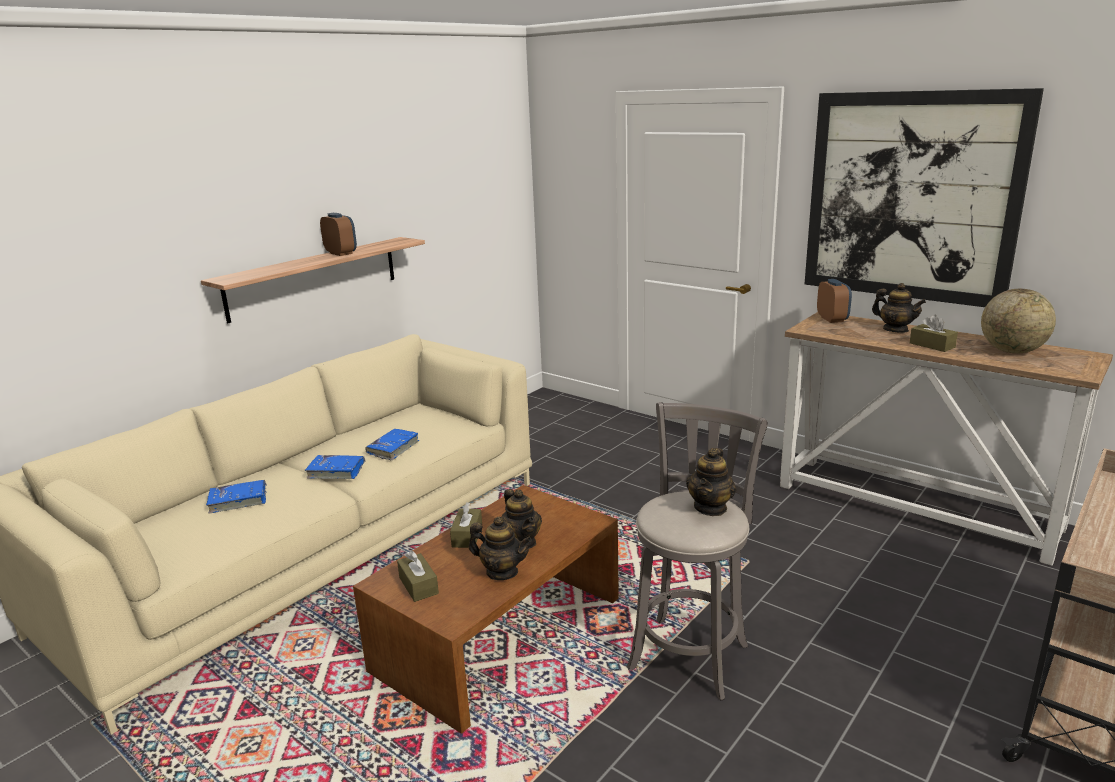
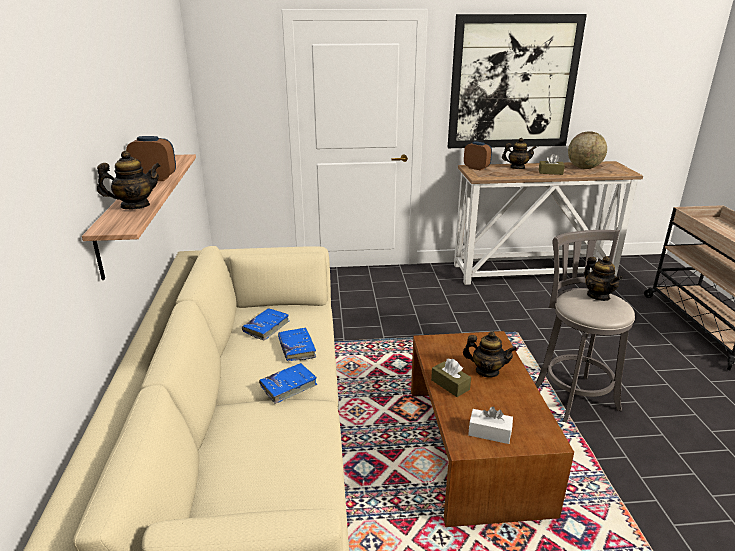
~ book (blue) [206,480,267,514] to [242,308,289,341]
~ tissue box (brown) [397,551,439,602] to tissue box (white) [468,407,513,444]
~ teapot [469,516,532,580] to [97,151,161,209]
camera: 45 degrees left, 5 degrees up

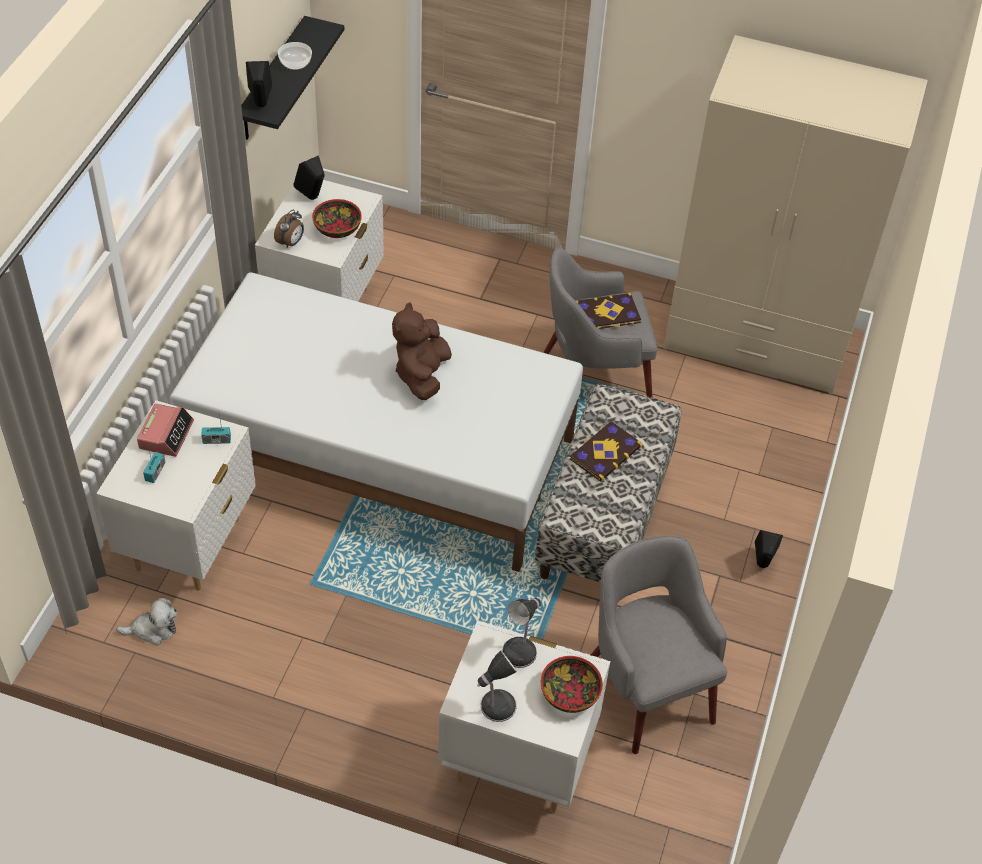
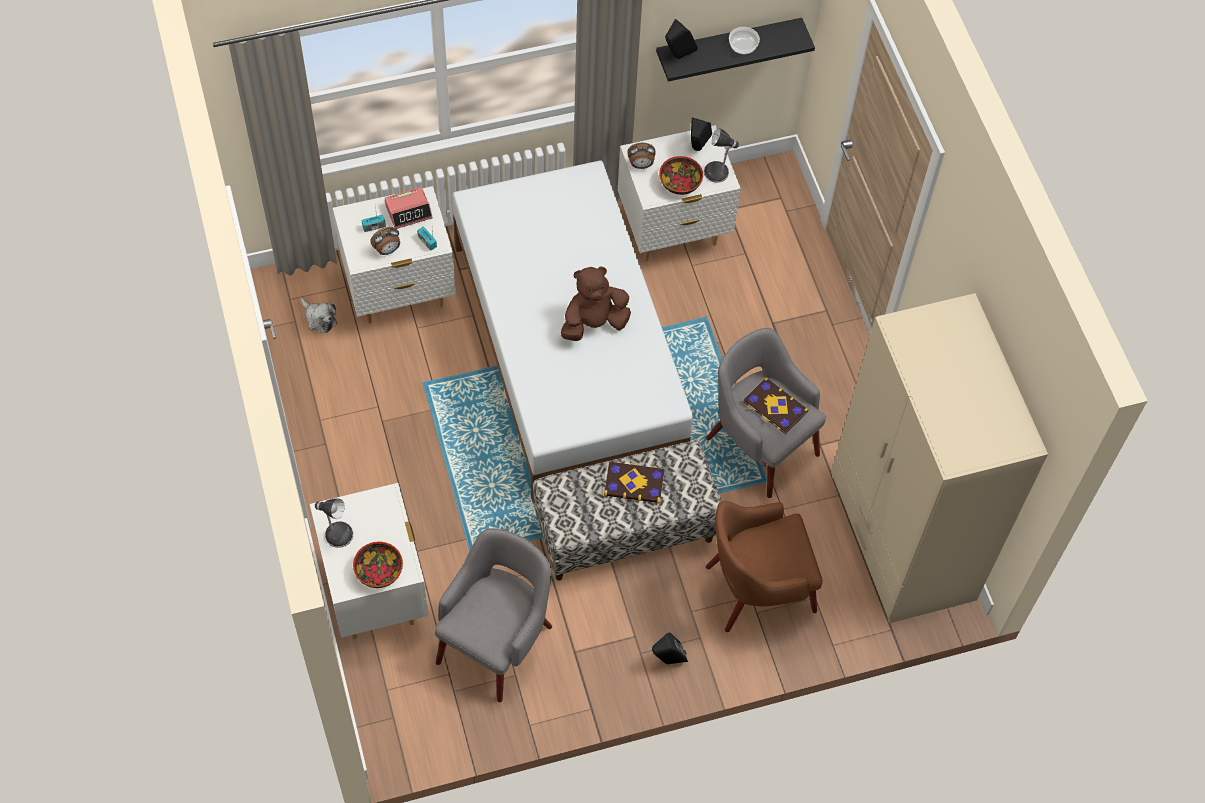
~ table lamp [502,598,541,668] to [704,128,740,183]
+ alarm clock [370,227,400,255]
+ armchair (brown) [706,501,823,632]
camera: 55 degrees right, 10 degrees up

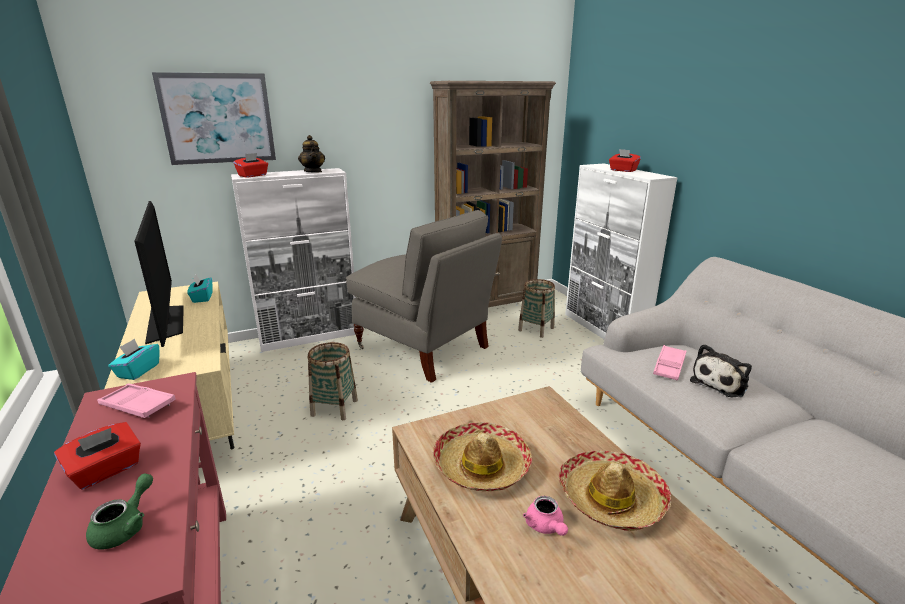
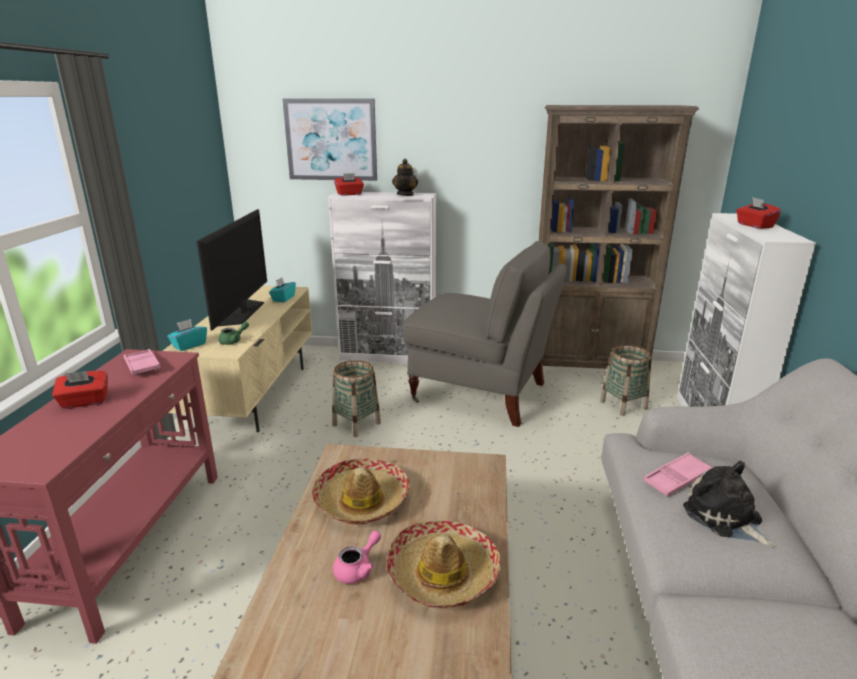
~ teapot (green) [86,474,153,550] to [218,322,249,345]
~ armchair (grey) [346,210,502,383] = [403,241,567,427] 45 degrees counterclockwise
~ teapot (pink) [523,496,568,536] = [333,530,381,584] 150 degrees counterclockwise
~ plush toy [690,344,752,397] = [683,461,775,547] 75 degrees clockwise
camera: 30 degrees right, 0 degrees up

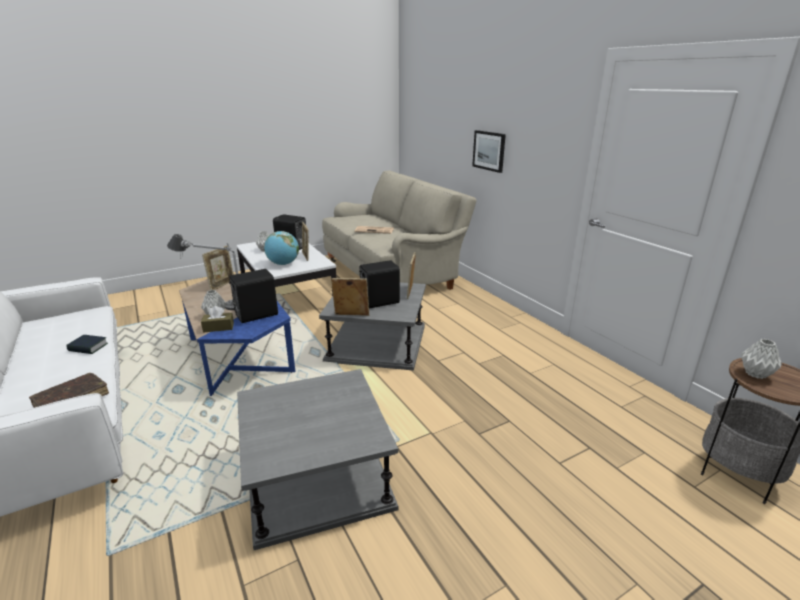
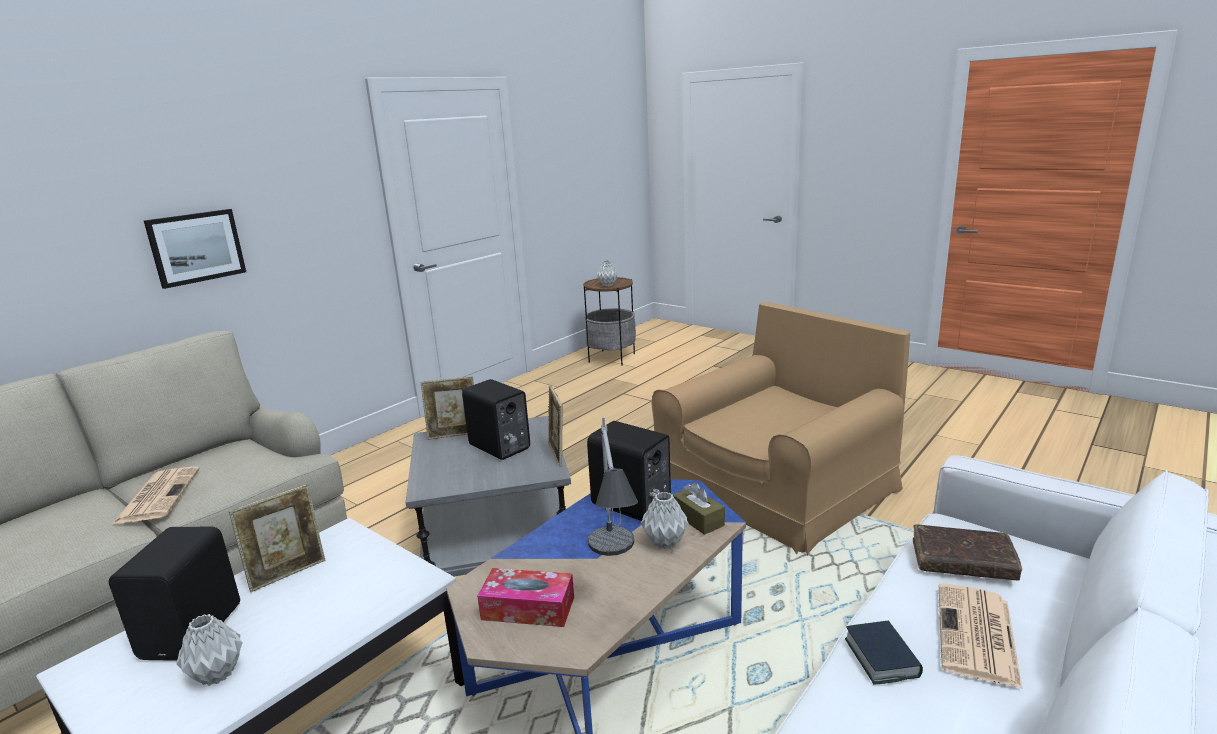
~ picture frame [202,246,234,290] to tissue box [477,568,574,627]
~ side table (grey) [237,369,398,550] to armchair (brown) [651,302,910,556]
- globe [264,231,299,265]
+ newspaper [939,584,1022,688]
camera: 110 degrees left, 5 degrees down

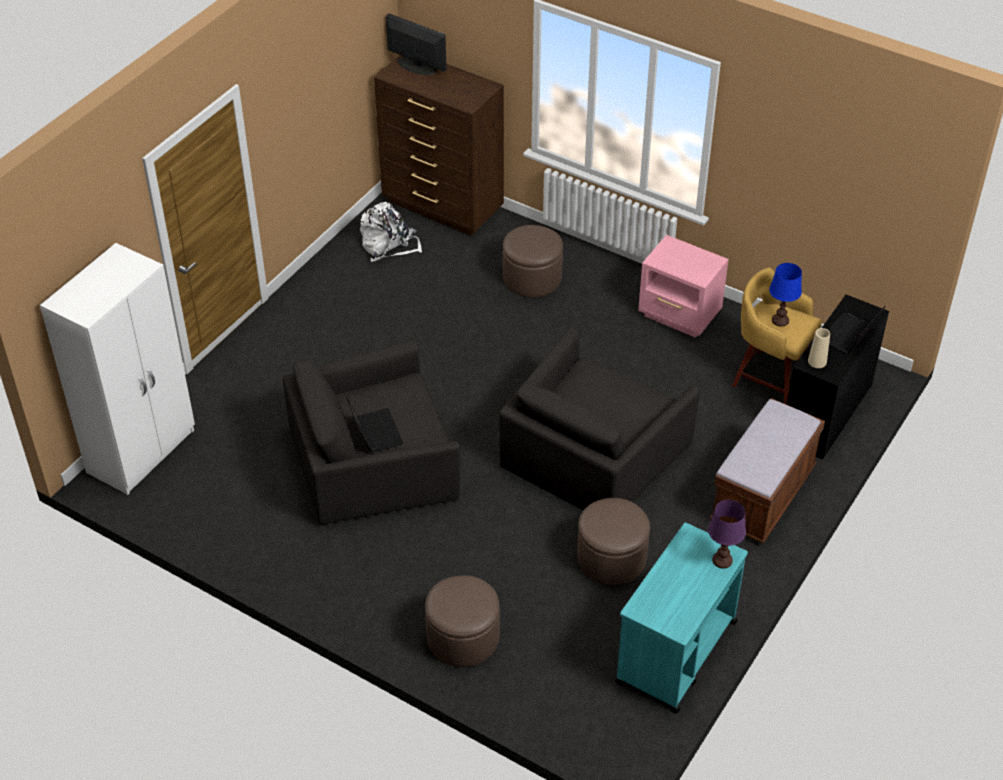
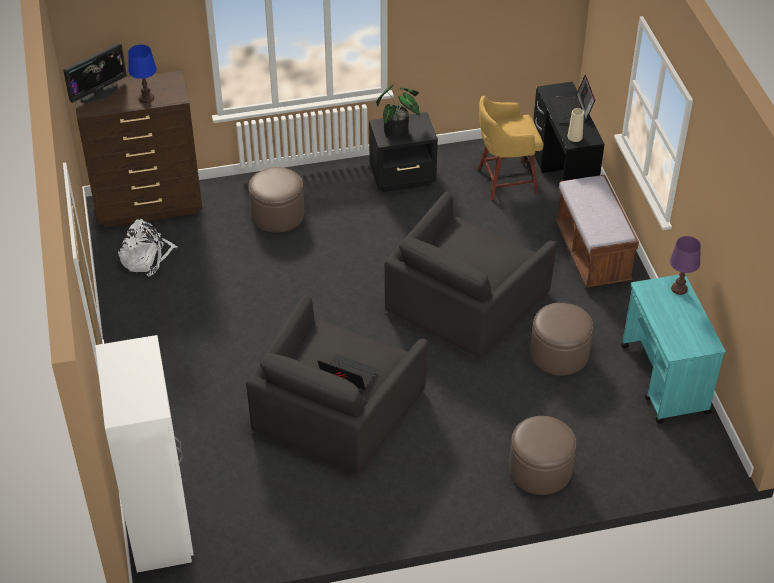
~ monitor [386,13,446,75] = [63,43,127,104] 150 degrees clockwise
~ armchair (black) [499,328,700,510] = [384,192,557,358] 45 degrees clockwise
~ nightstand (pink) [638,235,729,338] to nightstand (black) [369,112,438,192]
~ table lamp (blue) [769,263,802,327] to [128,45,157,103]
+ potted plant [376,84,420,139]
camera: 45 degrees left, 0 degrees up

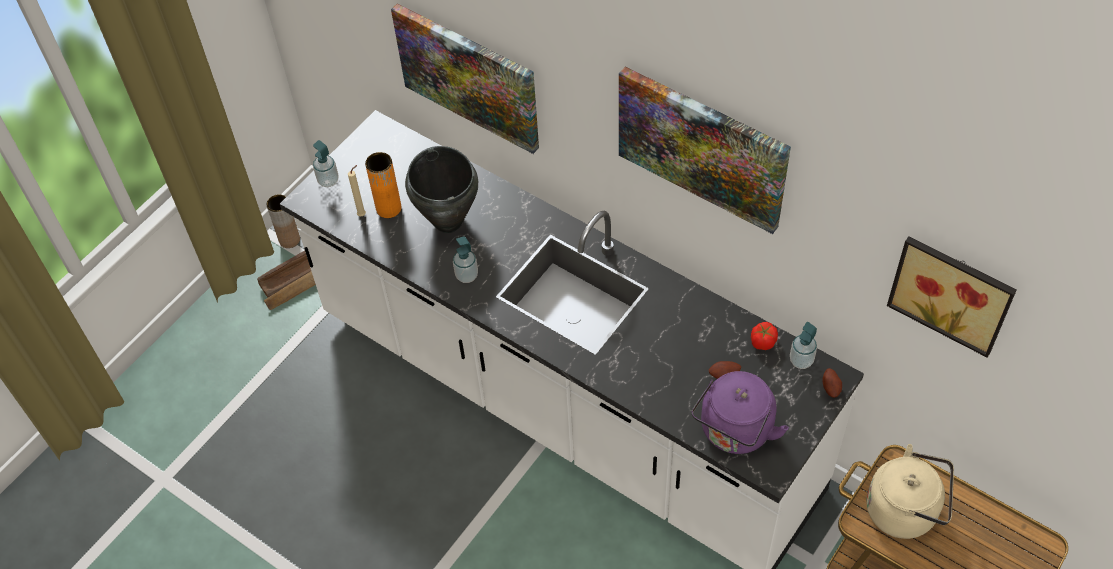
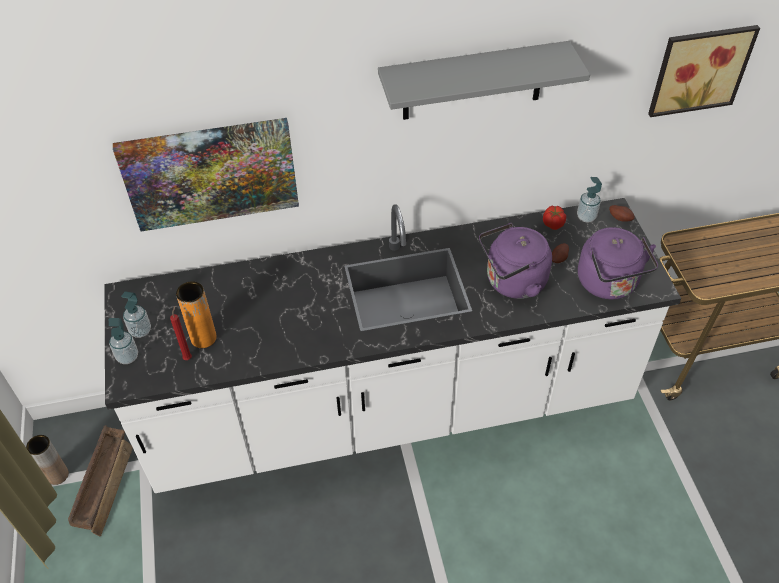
~ candle (beige) [348,165,366,216] to candle (red) [170,306,192,360]
- cooking pot (black) [405,146,478,233]
~ soap dispenser [453,237,478,283] to [121,292,151,338]
~ picture [619,67,791,234] to shelf (grey) [378,41,590,120]
- kettle (beige) [866,444,954,539]
+ kettle (purple) [479,223,552,299]
camera: 50 degrees left, 5 degrees down

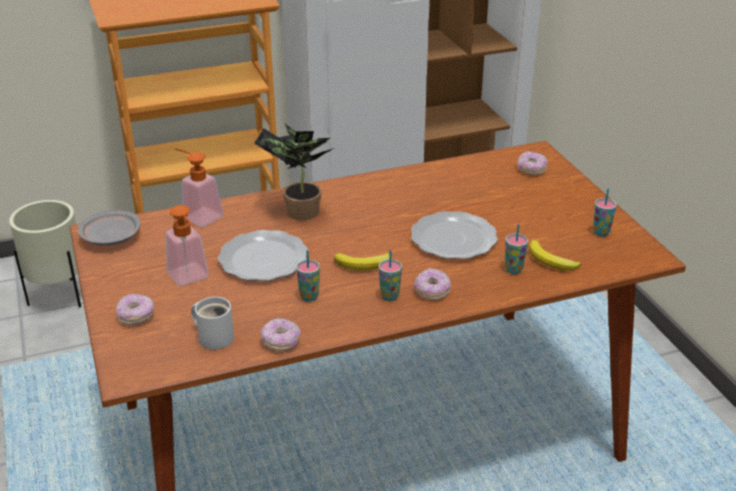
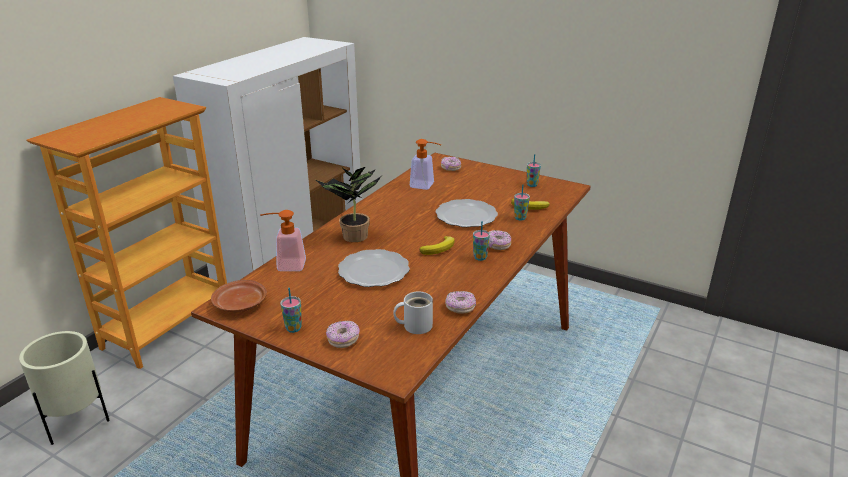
~ plate (grey) [78,210,141,246] to plate (brown) [211,280,267,312]
~ soap dispenser [166,205,208,286] to [410,139,441,190]
~ cup [296,250,320,301] to [280,288,302,333]
camera: 40 degrees left, 5 degrees down

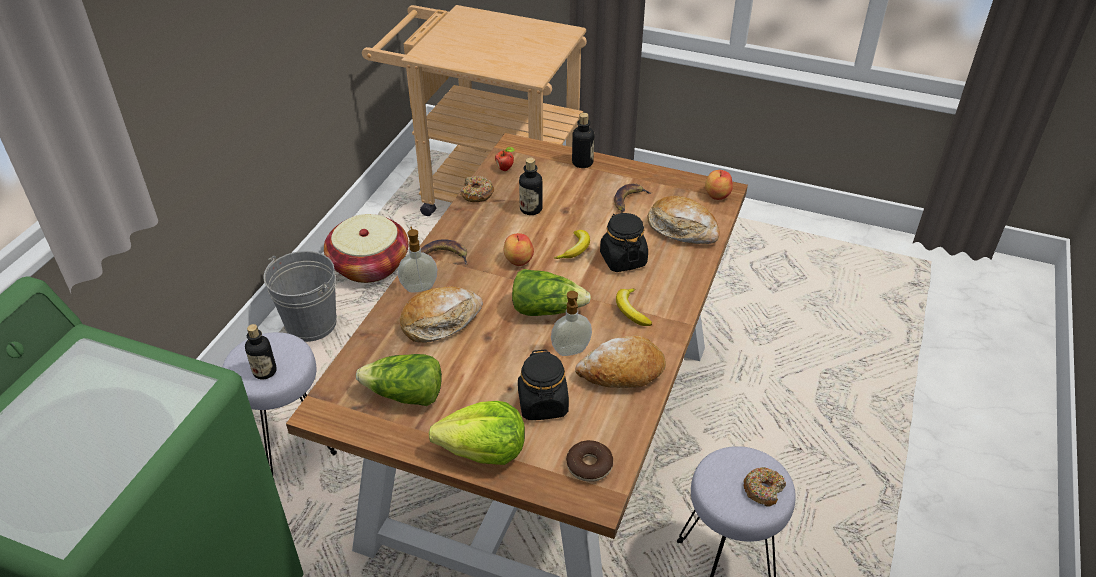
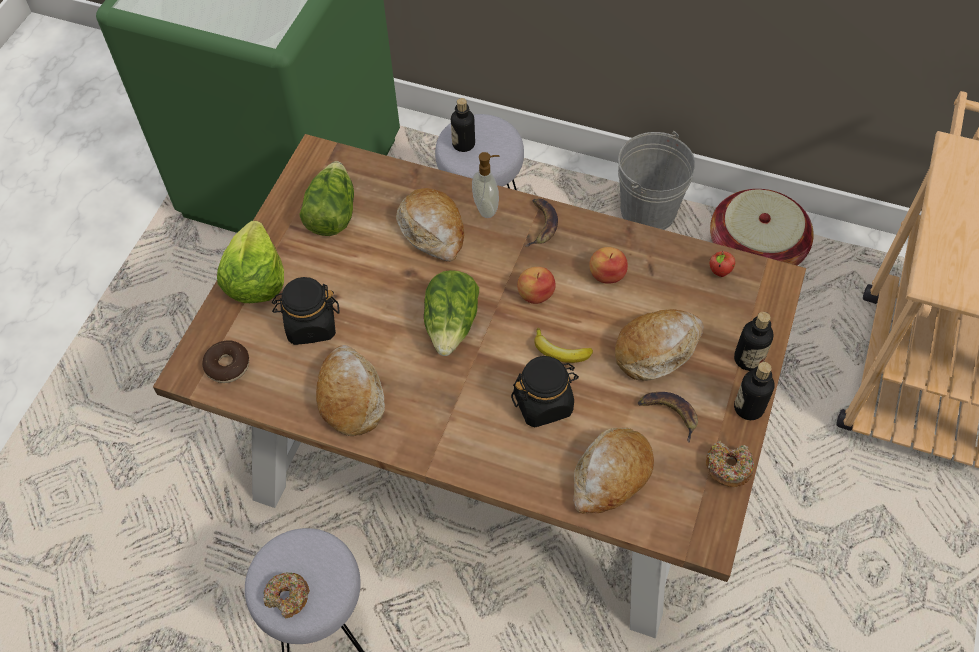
~ donut [460,176,495,202] to [706,440,754,488]
~ bottle [519,158,543,215] to [734,362,775,420]
- soap dispenser [551,291,592,356]
- banana [616,288,652,326]
~ apple [705,170,733,200] to [589,247,628,284]
+ bread [615,309,704,381]
camera: 90 degrees right, 15 degrees up

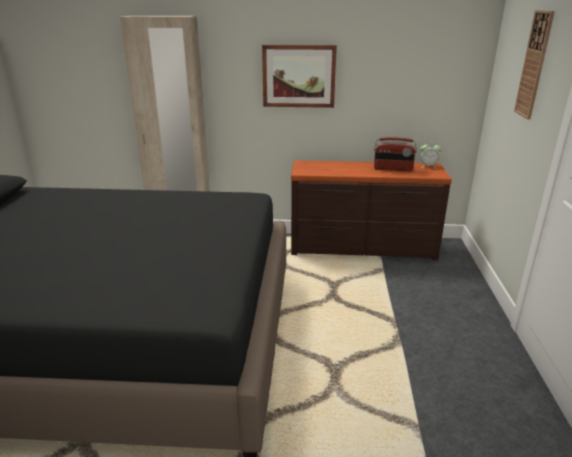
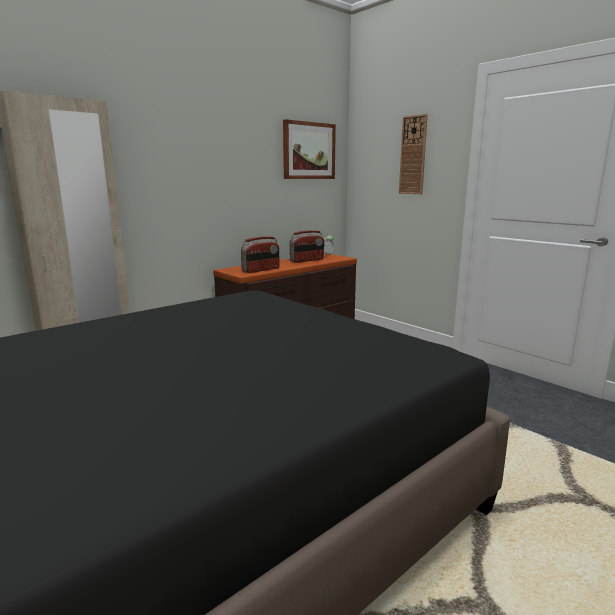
~ picture [262,45,337,108] to [283,119,336,179]
+ radio [241,236,280,273]
camera: 45 degrees left, 10 degrees down

